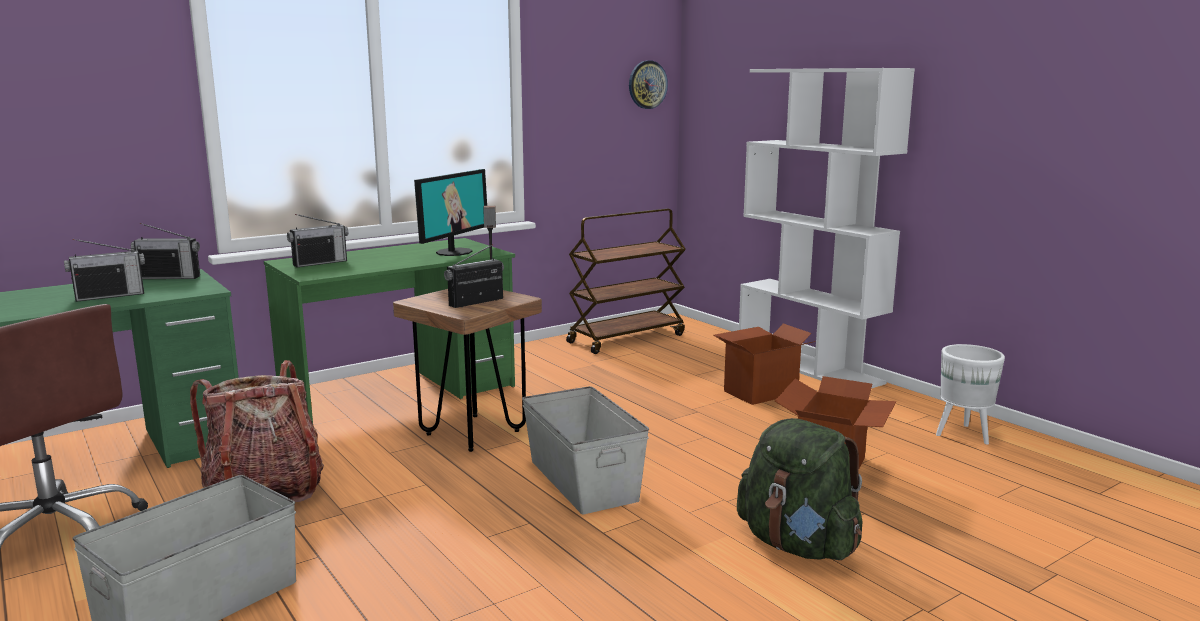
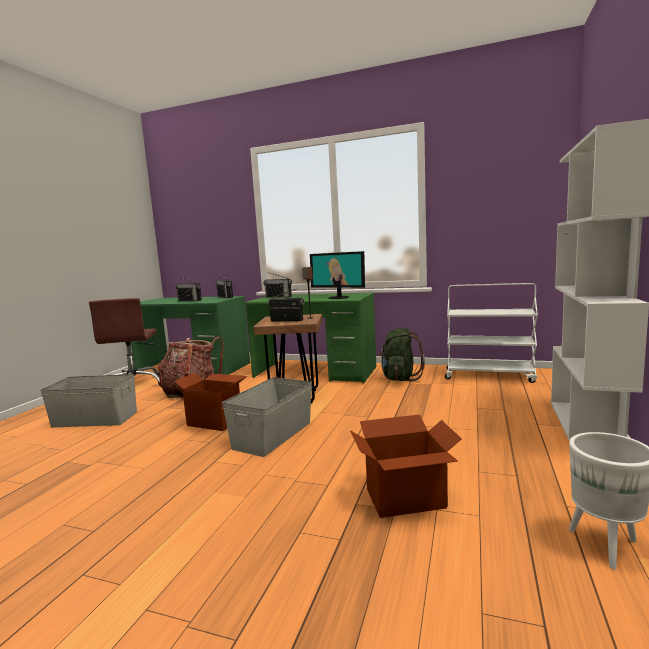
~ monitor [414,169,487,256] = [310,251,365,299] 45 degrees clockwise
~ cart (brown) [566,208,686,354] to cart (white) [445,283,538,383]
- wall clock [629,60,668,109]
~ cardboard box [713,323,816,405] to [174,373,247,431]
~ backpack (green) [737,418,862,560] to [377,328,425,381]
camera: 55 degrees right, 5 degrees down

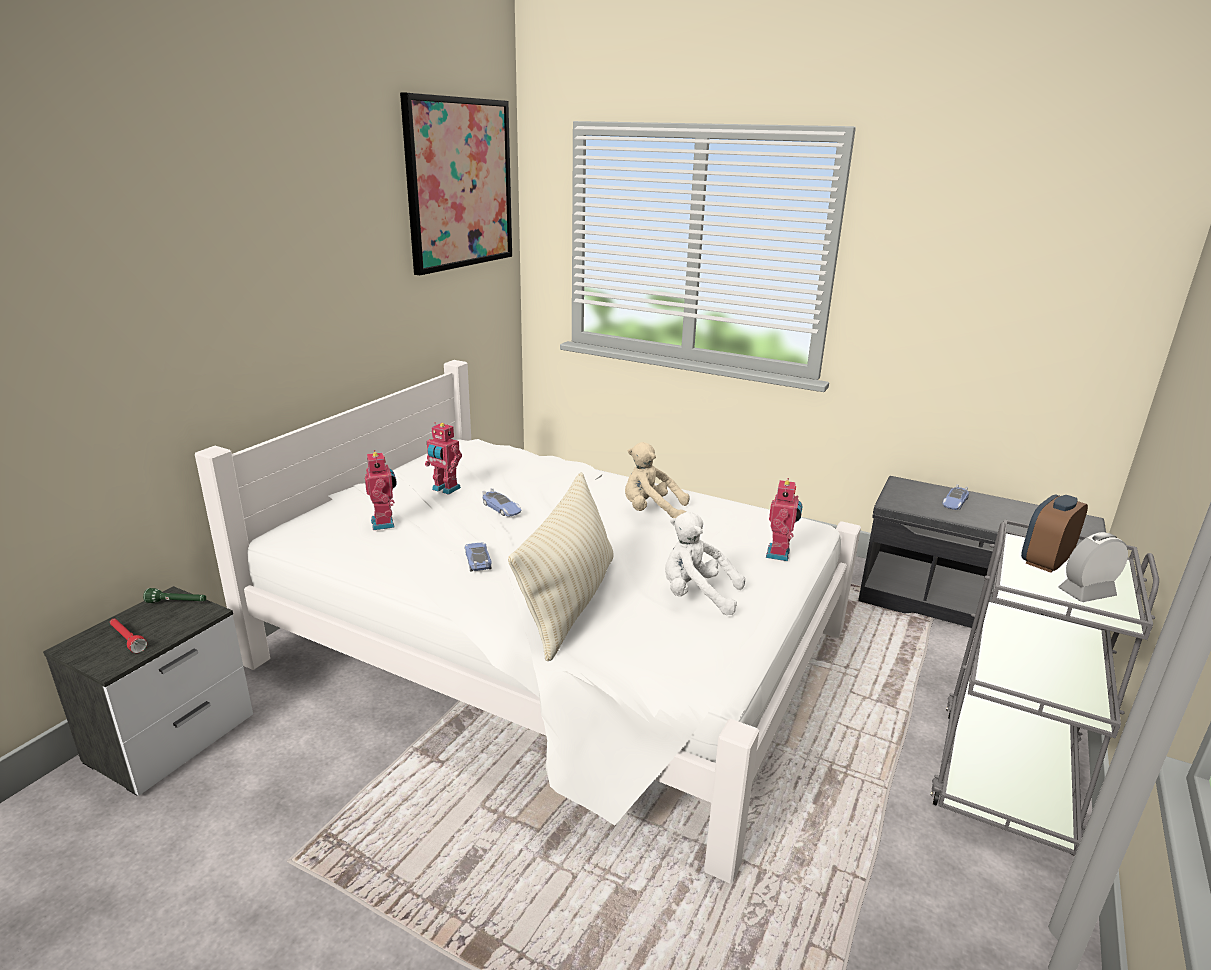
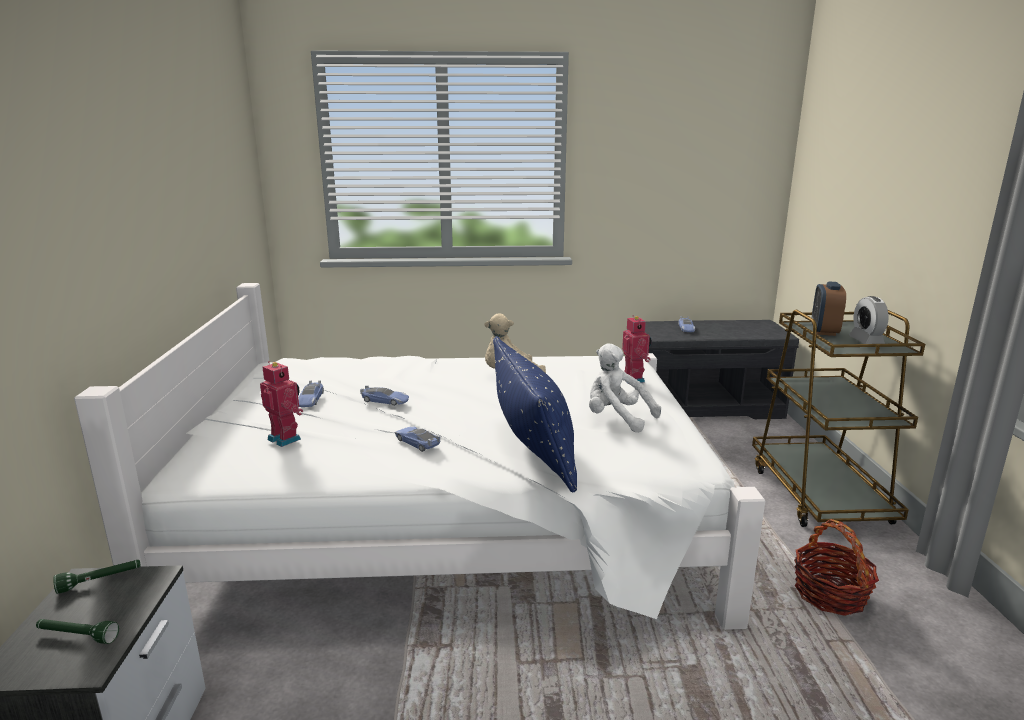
~ flashlight (red) [110,619,147,653] to flashlight (green) [36,619,119,644]
- picture [400,93,512,275]
~ toy robot [425,422,462,495] to toy car [298,380,324,407]
~ pillow (beige) [508,472,614,661] to pillow (blue) [493,336,577,492]
~ plush toy (white) [665,512,745,615] = [589,343,661,432] 45 degrees clockwise
~ cart (grey) [930,519,1159,856] to cart (brown) [752,310,925,527]
~ alarm clock [1058,532,1128,602] = [849,296,889,344] 45 degrees counterclockwise
+ basket [794,519,879,616]
camera: 30 degrees left, 5 degrees down

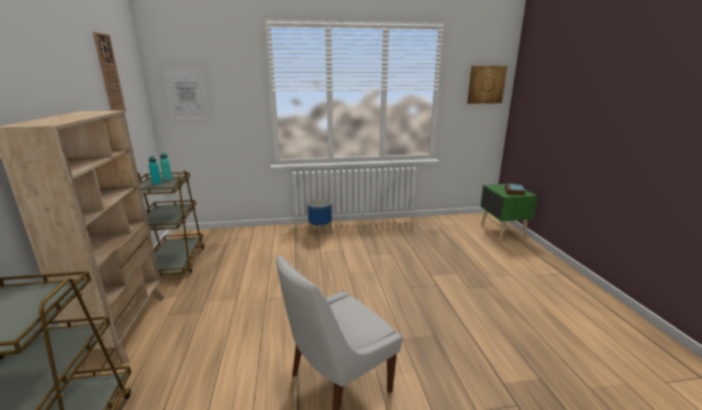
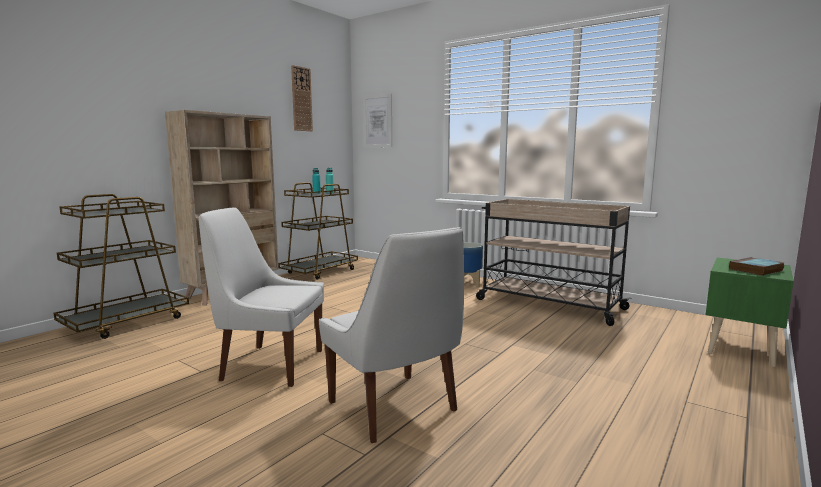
- picture [467,66,507,104]
+ chair (white) [319,227,464,443]
+ cart (beige) [476,199,632,326]
camera: 45 degrees right, 10 degrees down

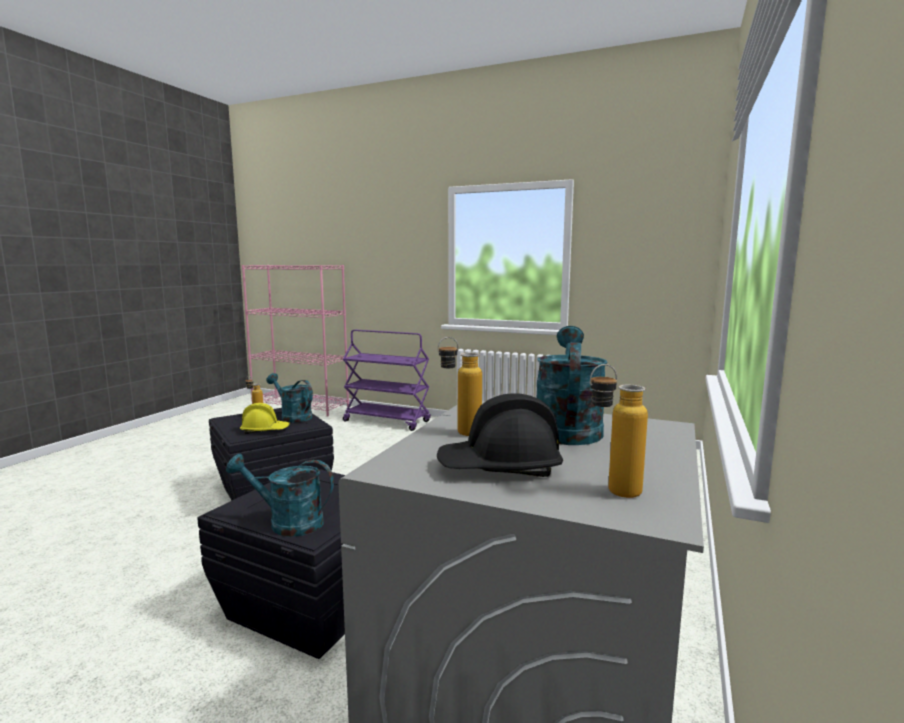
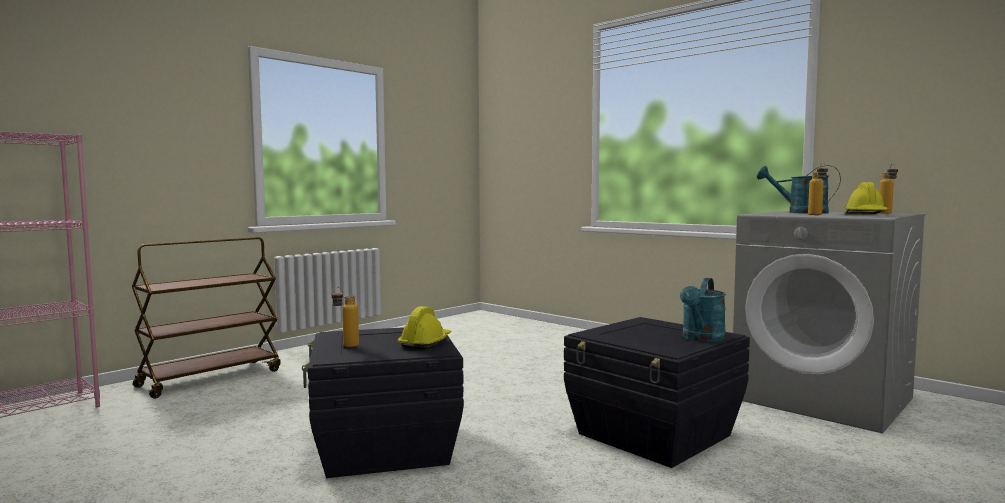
- watering can (turquoise) [266,373,313,422]
~ cart (purple) [343,330,431,431] to cart (brown) [132,237,281,398]
~ hard hat (black) [437,393,563,477] to hard hat (yellow) [844,182,890,214]
camera: 70 degrees left, 5 degrees down

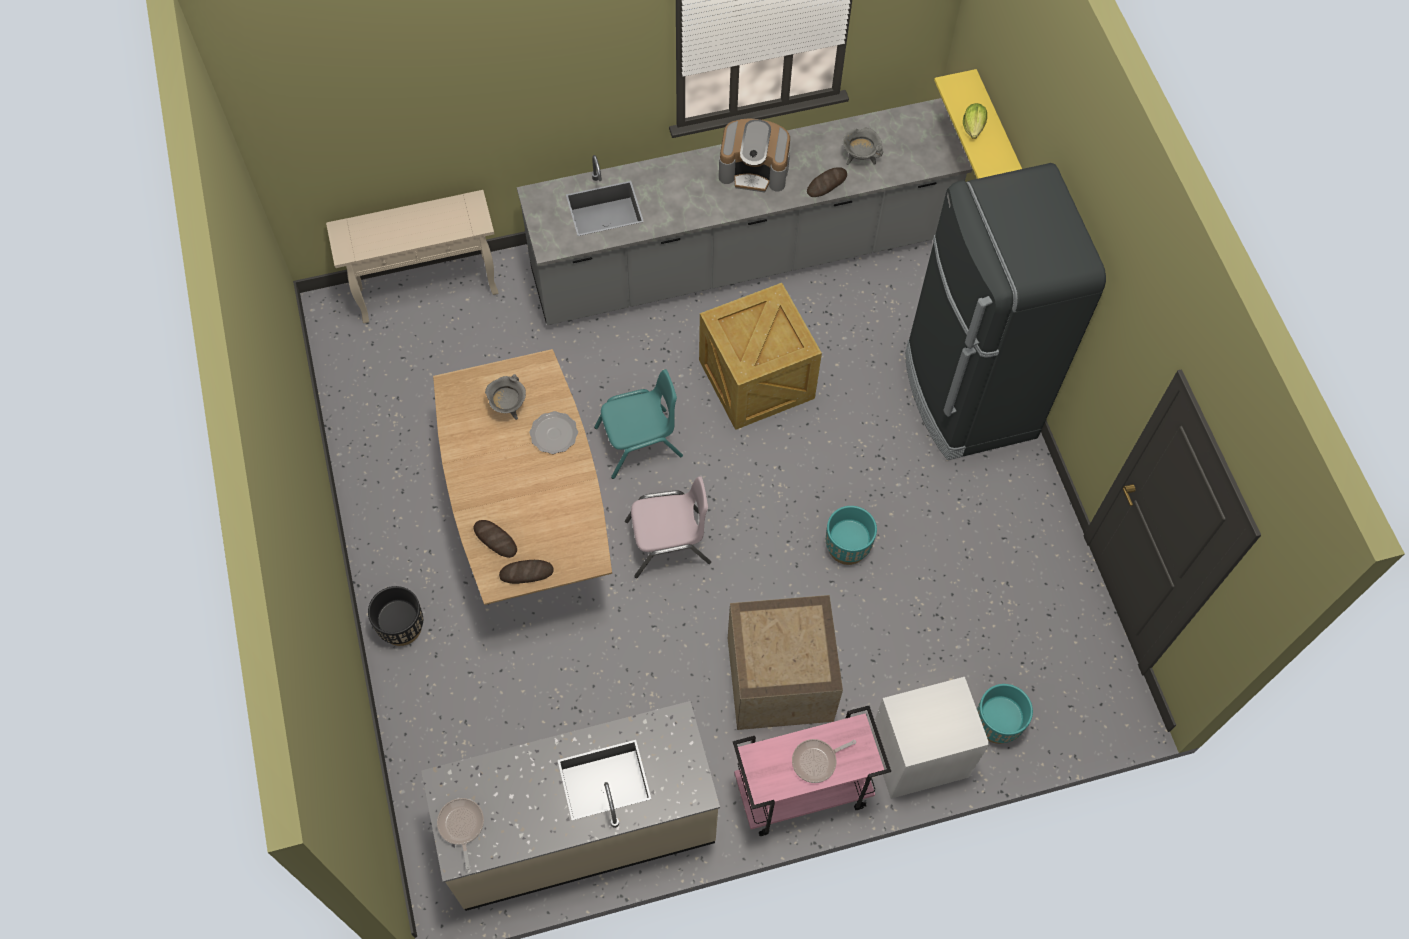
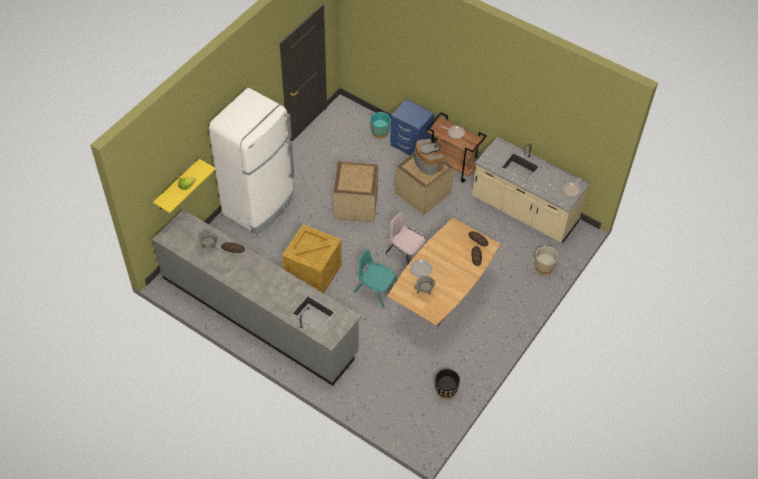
- console table (beige) [326,190,498,323]
~ planter (black) [368,586,423,646] to [435,369,460,399]
~ coffee machine [719,119,790,192] to [414,139,444,175]
~ cart (pink) [733,706,891,836] to cart (brown) [426,112,487,183]
~ planter (turquoise) [826,506,877,565] to crate [333,161,379,222]
~ nightstand (white) [871,677,990,799] to nightstand (blue) [390,99,434,155]
~ fridge (black) [905,163,1106,460] to fridge (white) [209,88,294,234]
+ planter (beige) [534,246,558,275]
camera: 130 degrees left, 10 degrees down

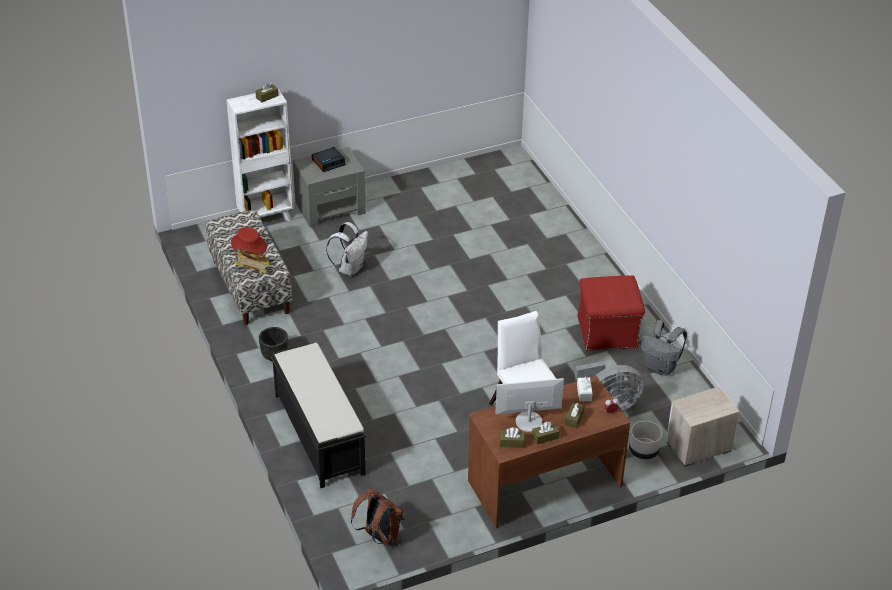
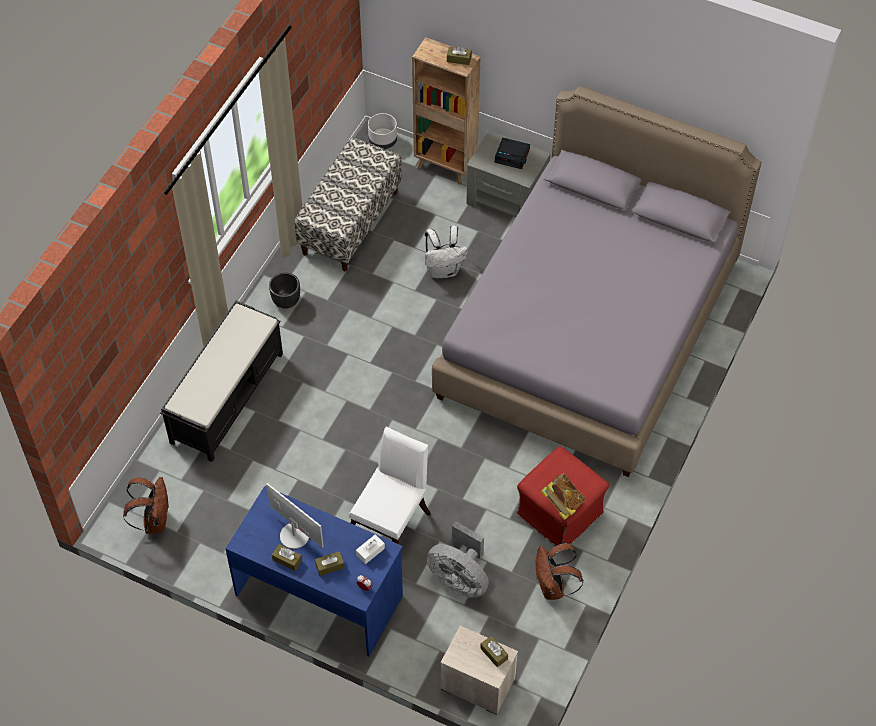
~ bookcase (white) [227,88,294,221] to bookcase (brown) [412,37,480,185]
- hat (red) [231,227,267,255]
~ book [234,249,269,273] to [541,473,586,520]
~ desk (brown) [468,376,630,528] to desk (blue) [225,486,403,656]
~ tissue box (brown) [500,427,525,448] to [480,636,508,667]
~ planter (grey) [629,421,662,459] to [368,113,397,149]
~ backpack (grey) [641,320,687,376] to backpack (brown) [535,543,583,600]
+ bed (grey) [432,86,761,477]
camera: 50 degrees right, 15 degrees up

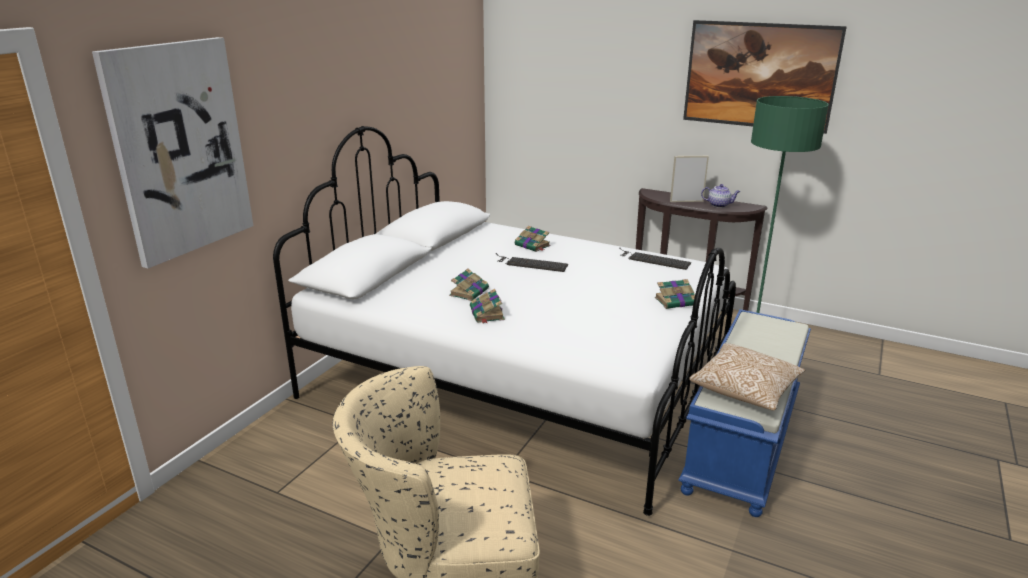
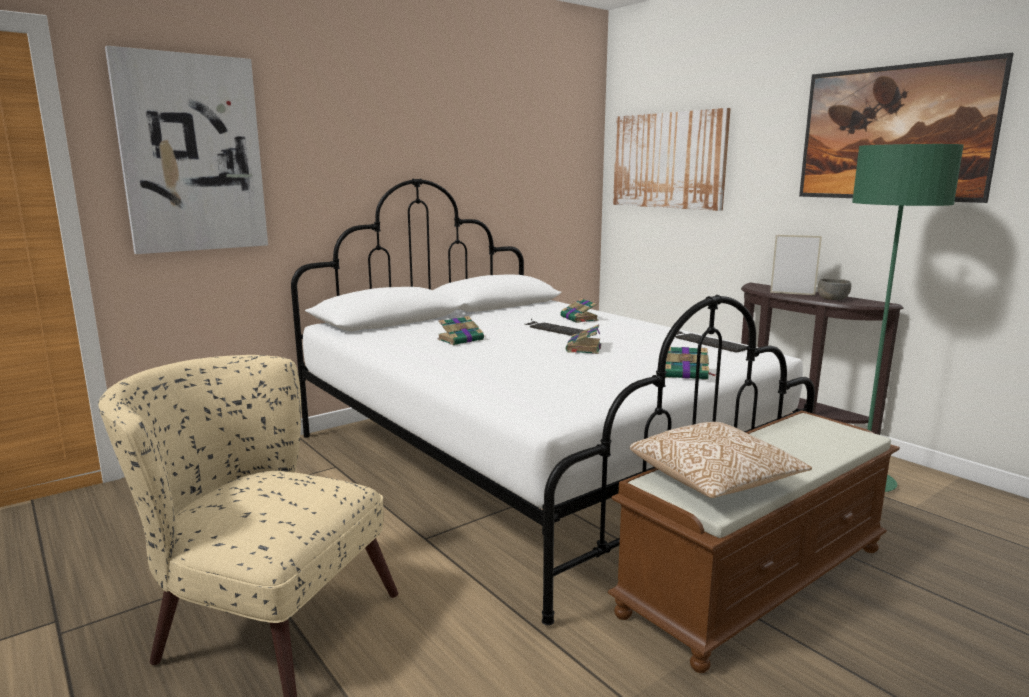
~ book [470,289,505,323] to [566,324,602,354]
~ bench (blue) [678,309,811,517] to bench (brown) [608,410,900,673]
~ teapot [701,184,740,208] to bowl (grey) [818,278,851,300]
+ picture [613,108,731,211]
camera: 25 degrees right, 10 degrees down

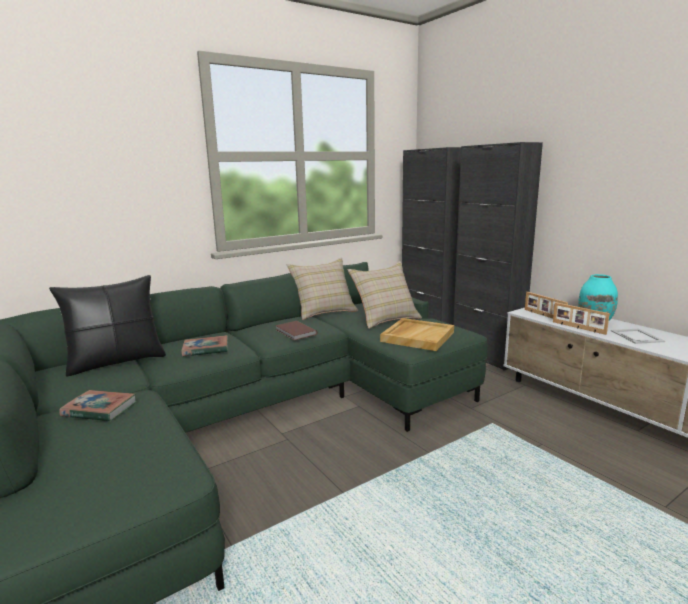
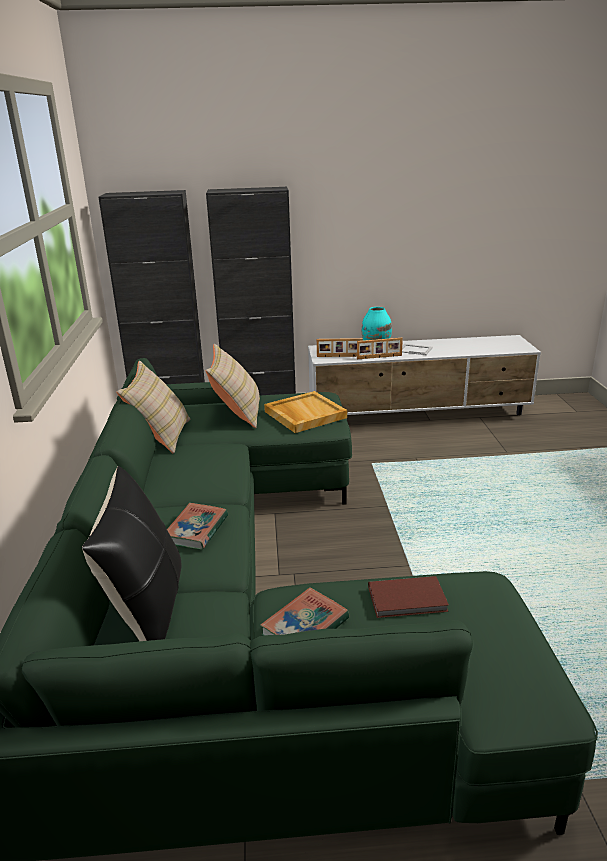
~ book (brown) [275,321,317,340] to [368,576,449,618]
camera: 60 degrees left, 10 degrees up

